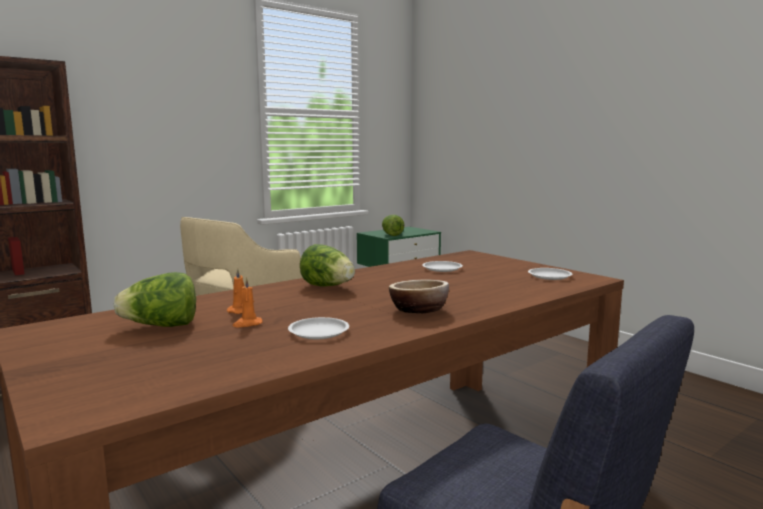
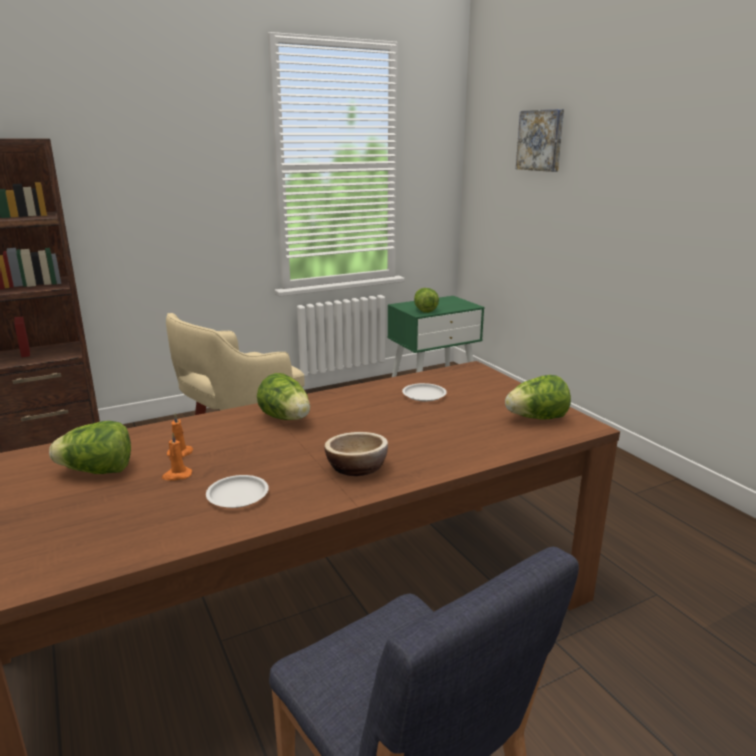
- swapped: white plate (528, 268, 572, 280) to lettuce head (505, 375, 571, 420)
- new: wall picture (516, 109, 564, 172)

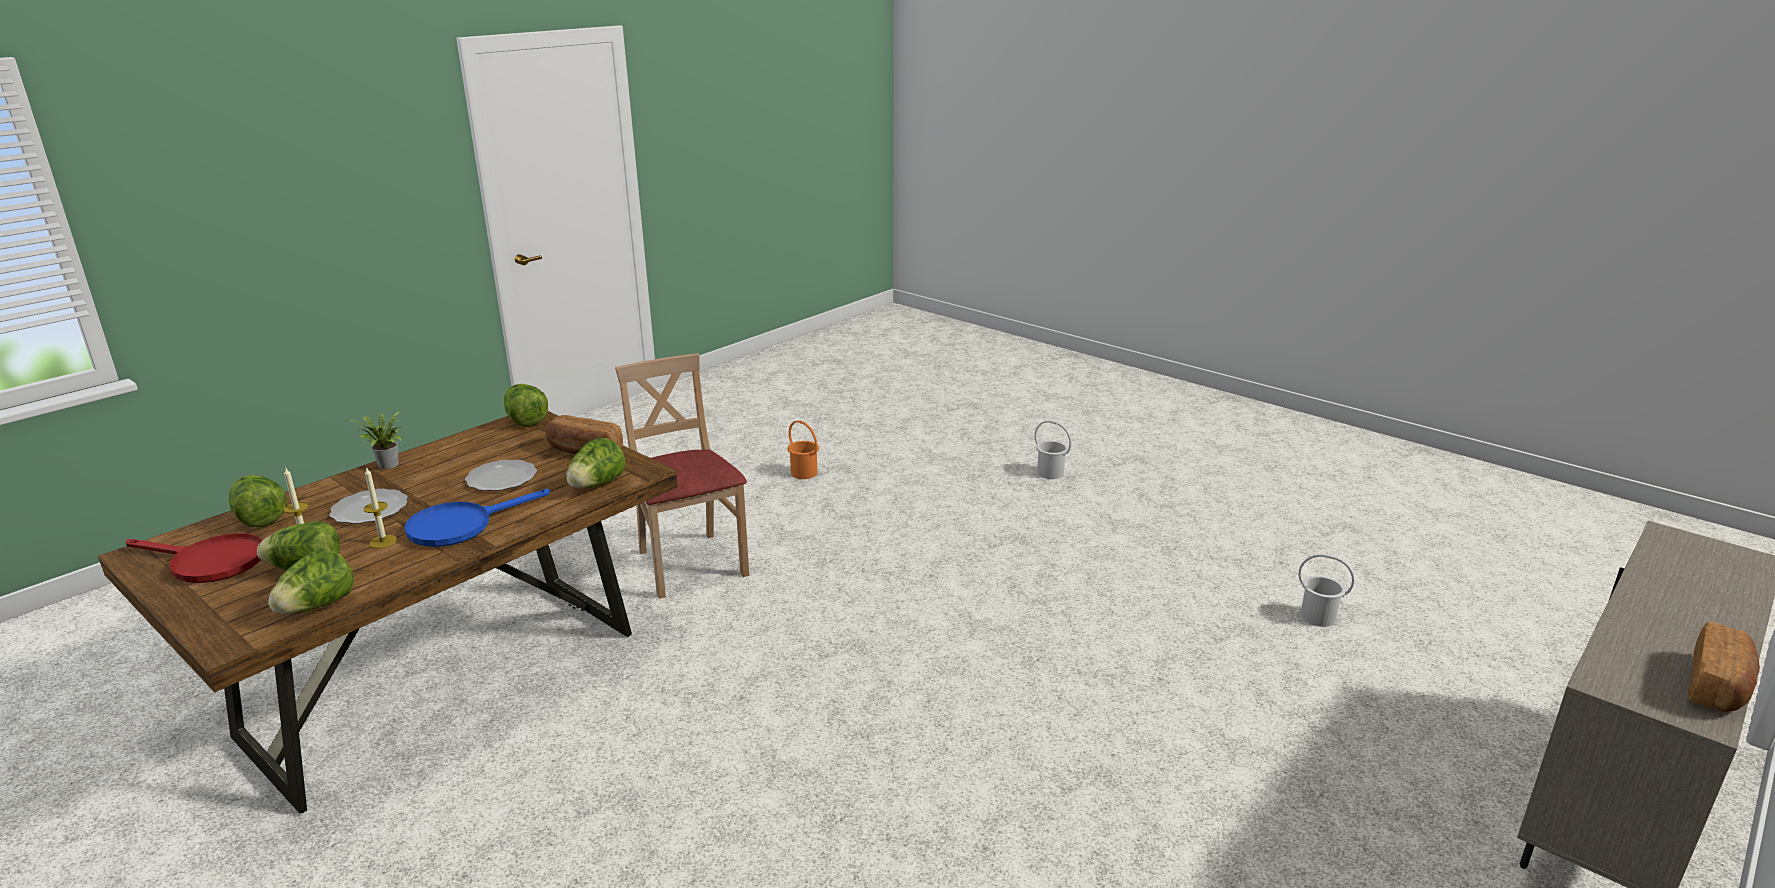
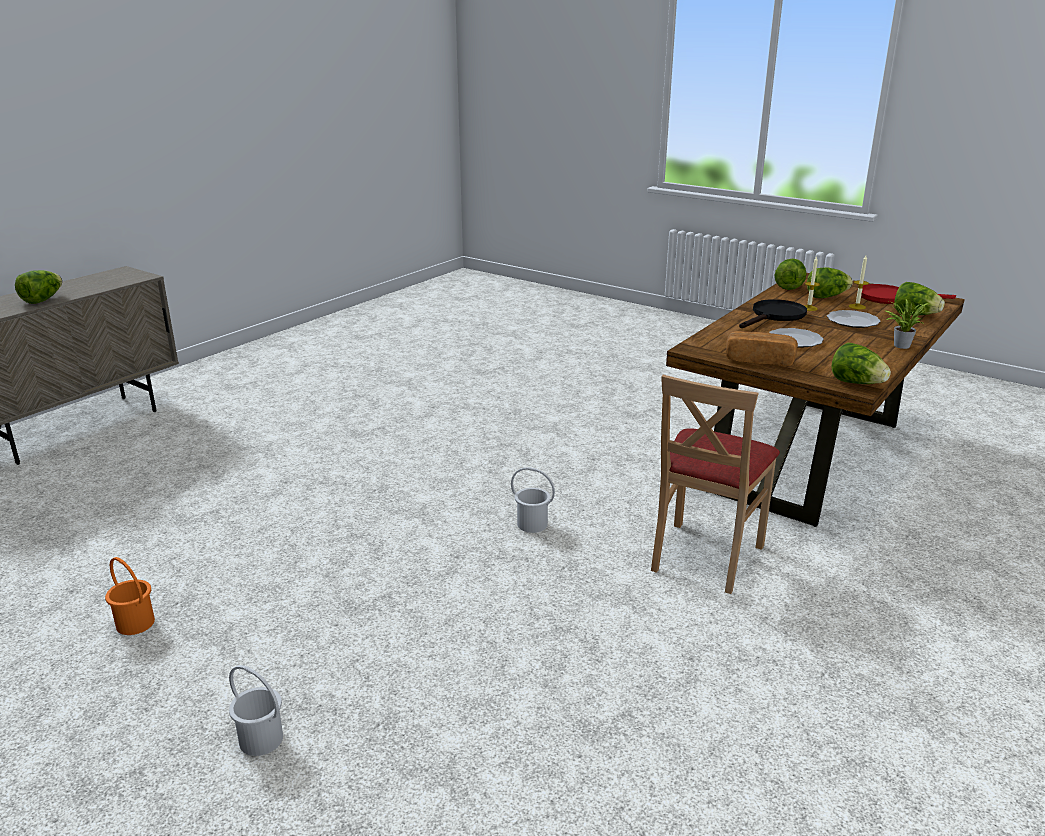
- rotated: beige-coloured plain chair (615, 353, 749, 599) = (651, 375, 780, 594) 60 degrees clockwise
- shifted: orangey bucket (788, 420, 819, 479) to (105, 557, 155, 635)
- shifted: lettuce head (566, 438, 625, 488) to (15, 270, 62, 304)
- repainted: blue-coloured pan (404, 489, 550, 547) to black-coloured pan (739, 299, 807, 328)
- shifted: white bucket (1298, 554, 1355, 627) to (511, 467, 555, 533)
- gone: bakery bread (1688, 622, 1760, 712)

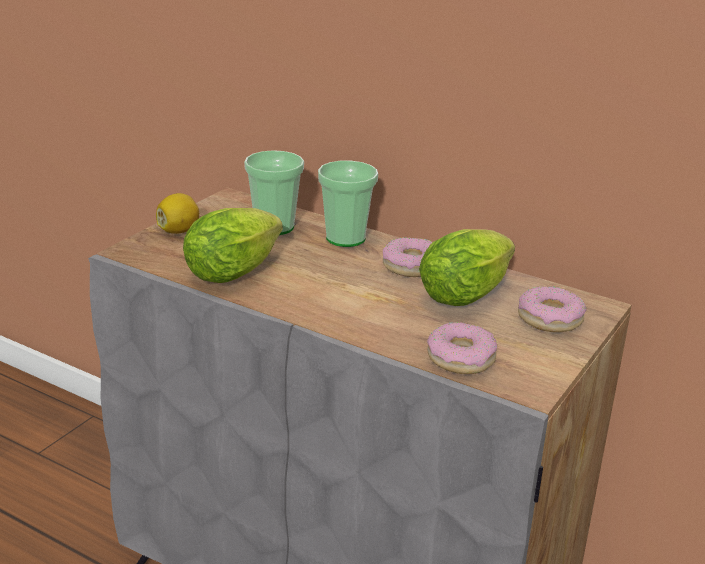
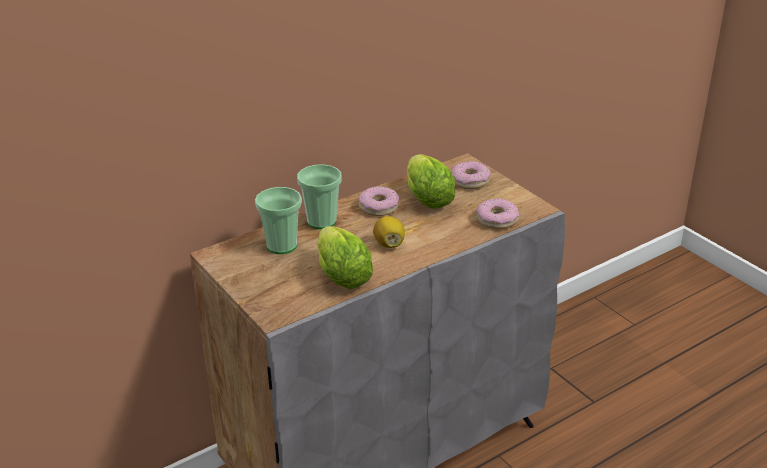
- shifted: lemon (156, 193, 199, 234) to (373, 216, 405, 248)

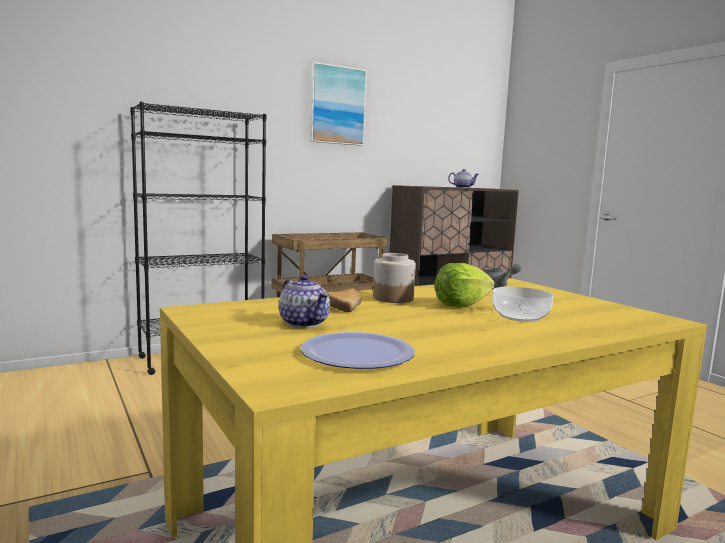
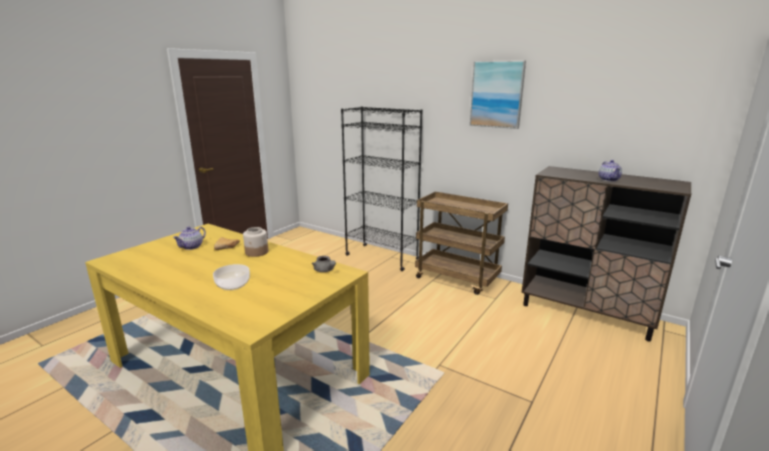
- gone: lettuce head (435, 263, 495, 307)
- gone: plate (300, 332, 415, 369)

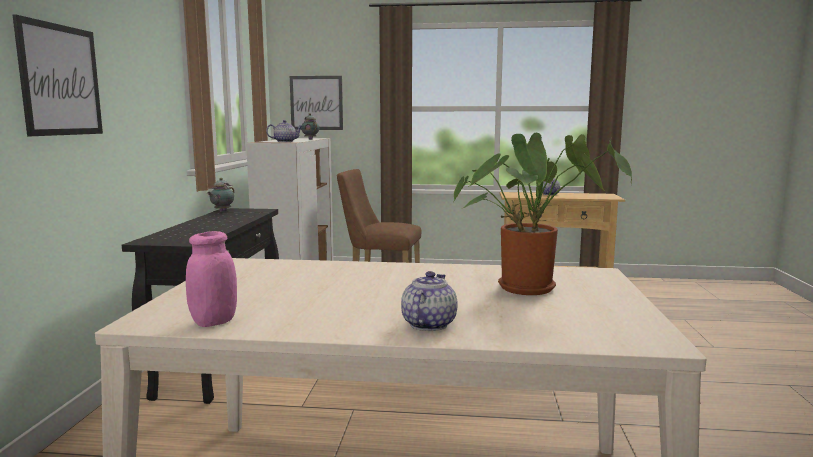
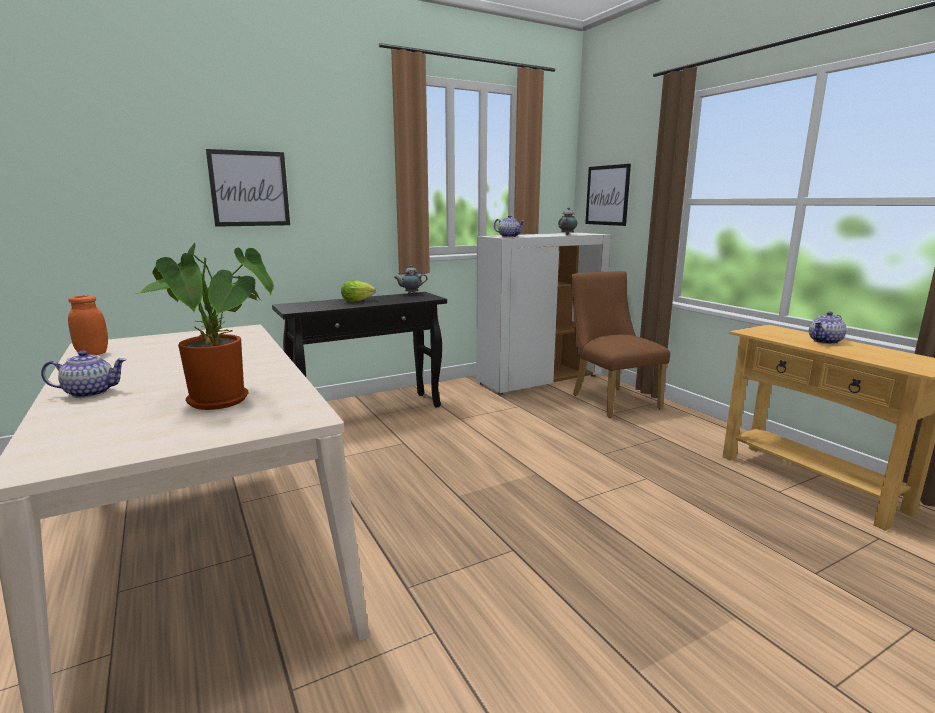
- repainted: pink storage jar (186, 231, 237, 327) to orangey storage jar (68, 295, 108, 355)
- new: lettuce head (341, 280, 376, 302)

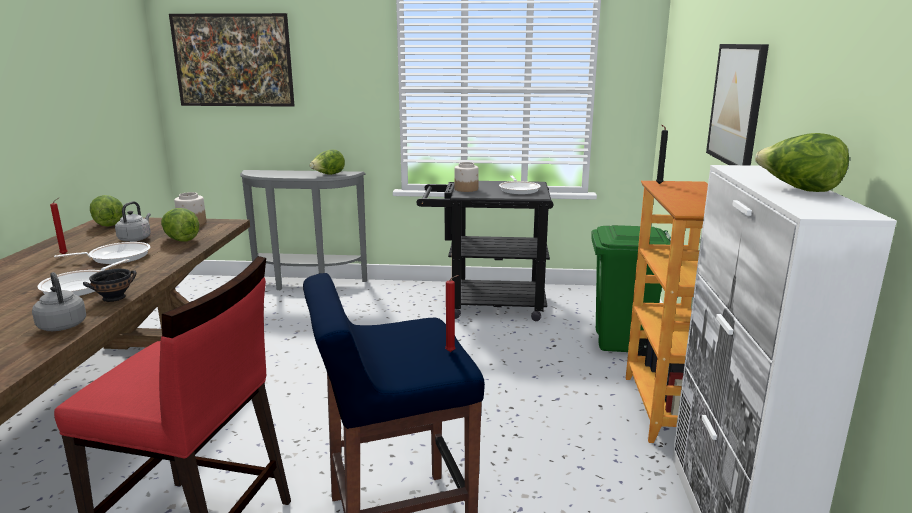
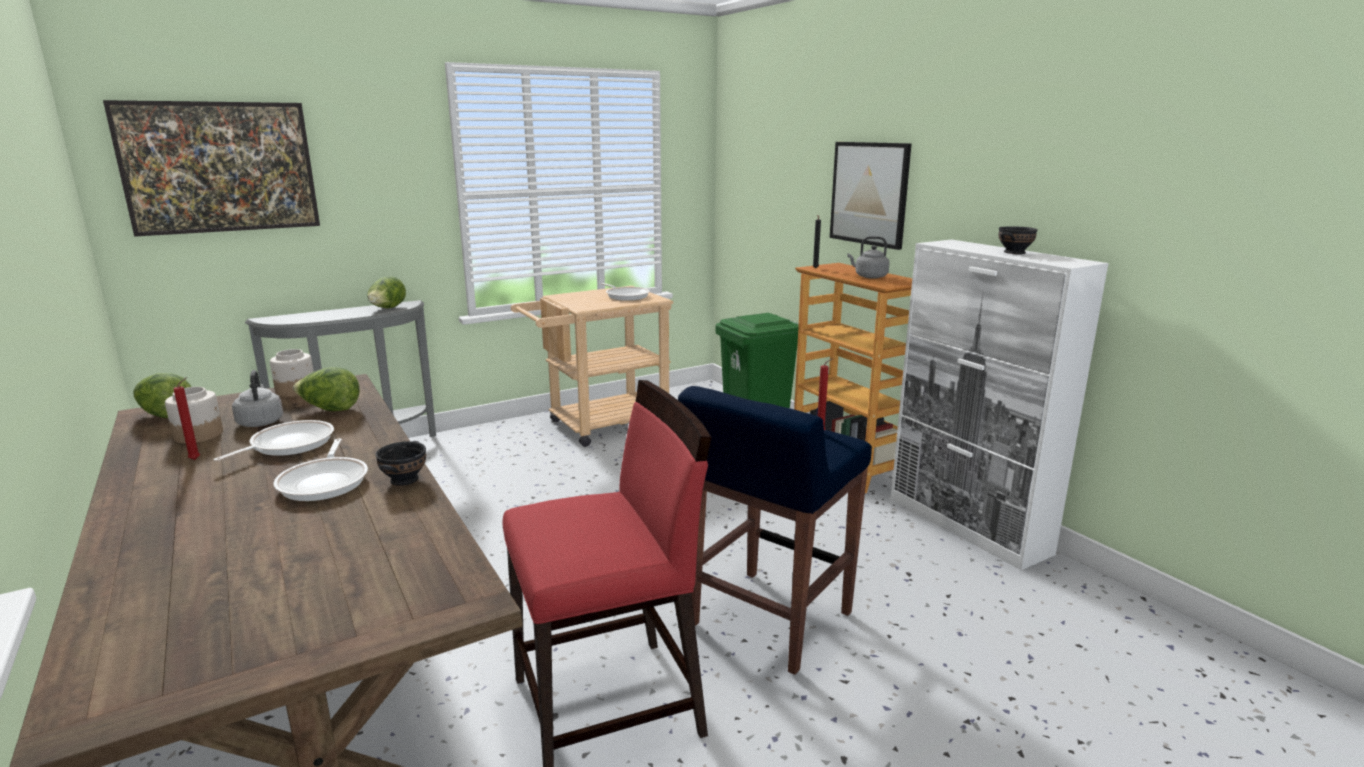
- swapped: lettuce head (755, 133, 849, 192) to black-coloured serving bowl (999, 226, 1038, 254)
- shifted: storage jar (454, 162, 479, 192) to (165, 387, 223, 443)
- repainted: black-coloured trolley (416, 181, 553, 321) to beige-coloured trolley (511, 286, 673, 447)
- shifted: greyish water kettle (32, 272, 86, 331) to (847, 236, 890, 279)

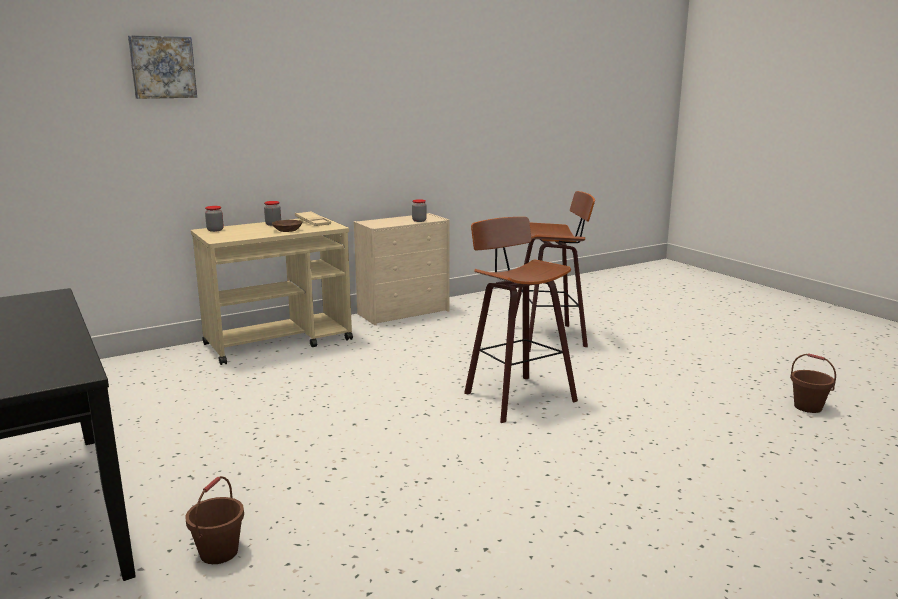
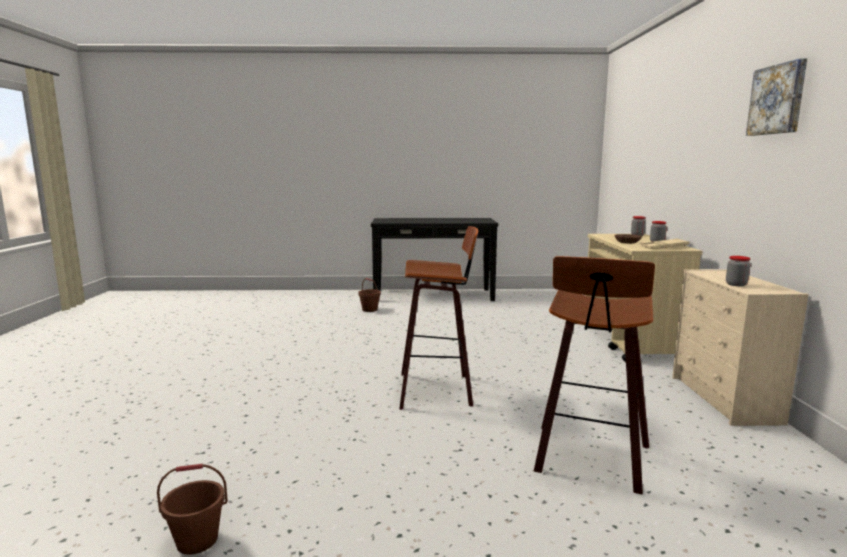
- shifted: wall picture (128, 35, 197, 99) to (746, 58, 807, 136)

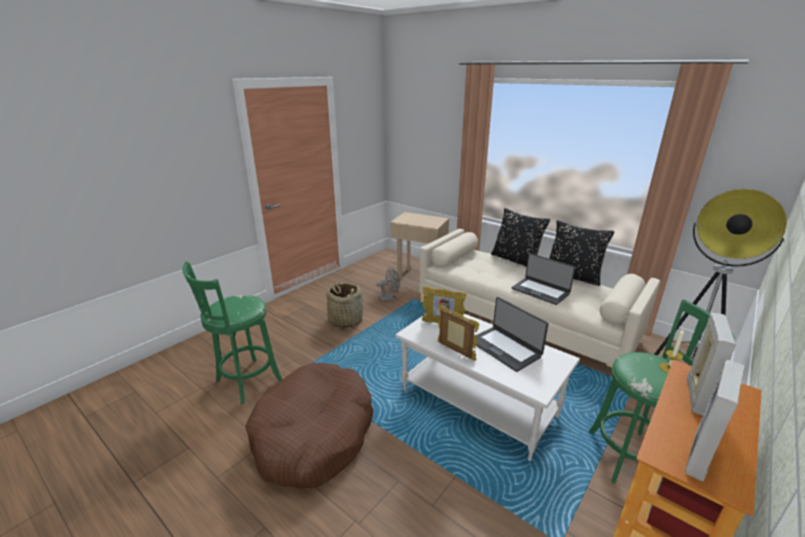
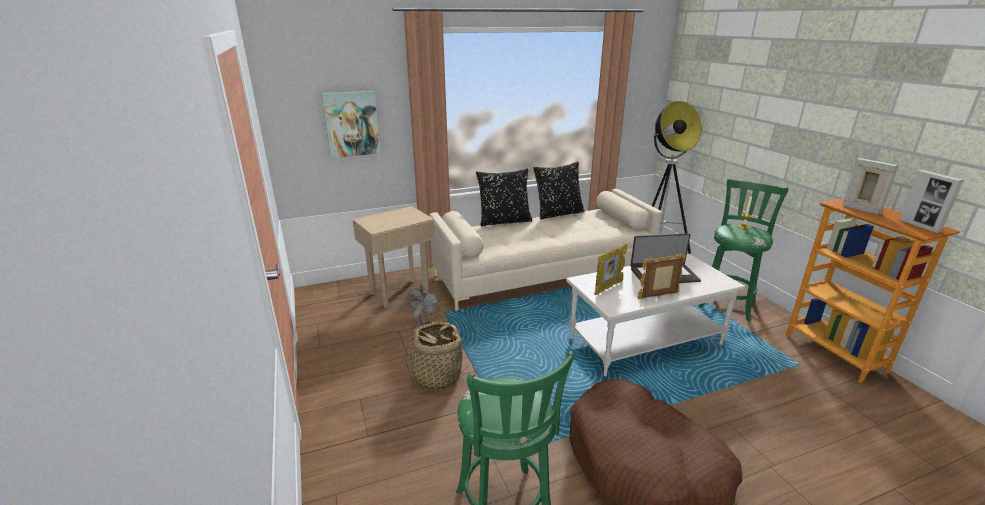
- gone: notebook computer (512, 253, 575, 305)
- new: wall picture (321, 91, 381, 158)

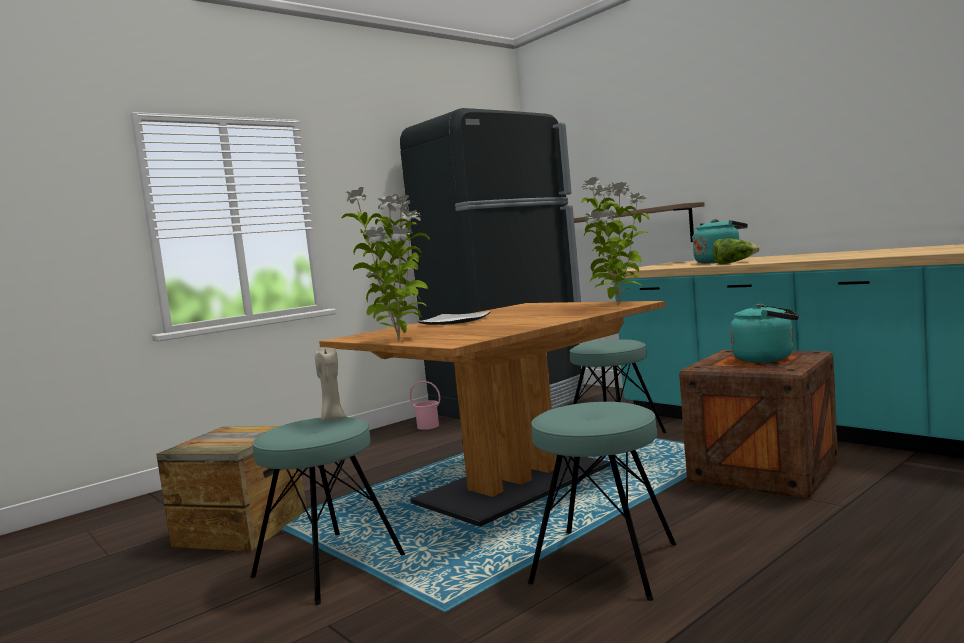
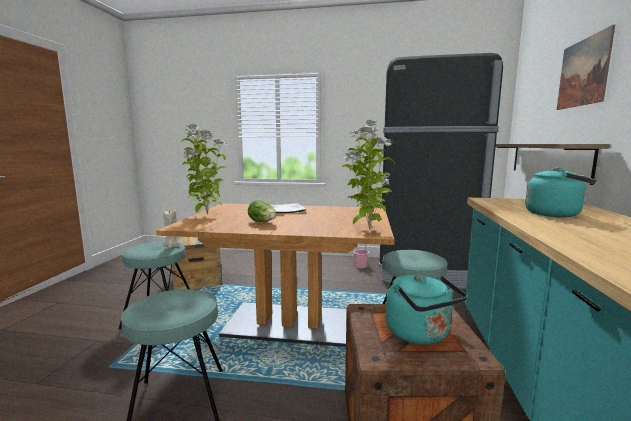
- shifted: lettuce head (713, 238, 760, 264) to (248, 200, 276, 222)
- new: wall picture (557, 25, 615, 110)

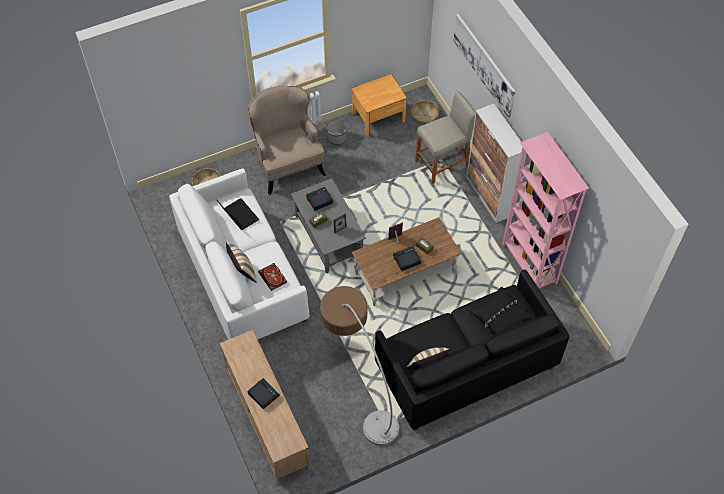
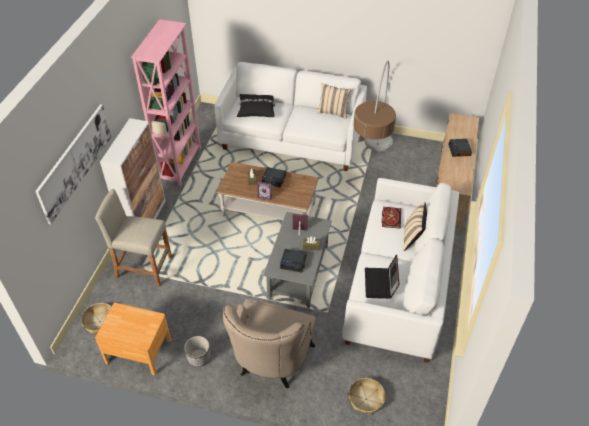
- repainted: black-coloured sofa (375, 270, 570, 431) to white sofa (214, 62, 367, 171)

